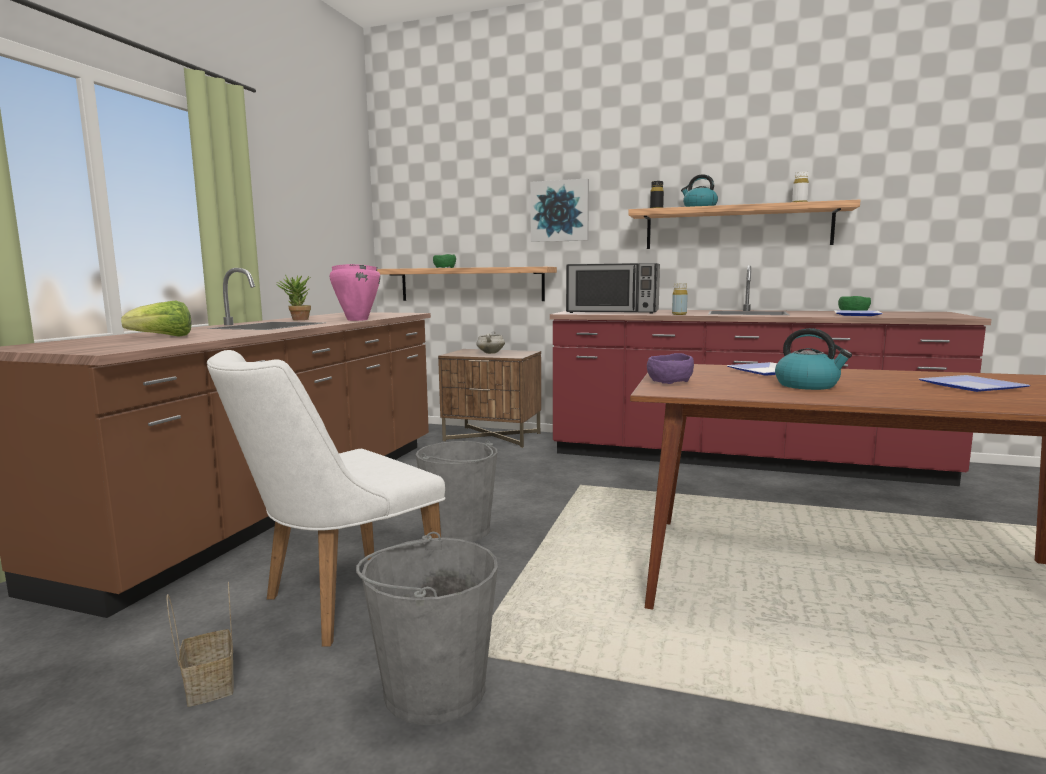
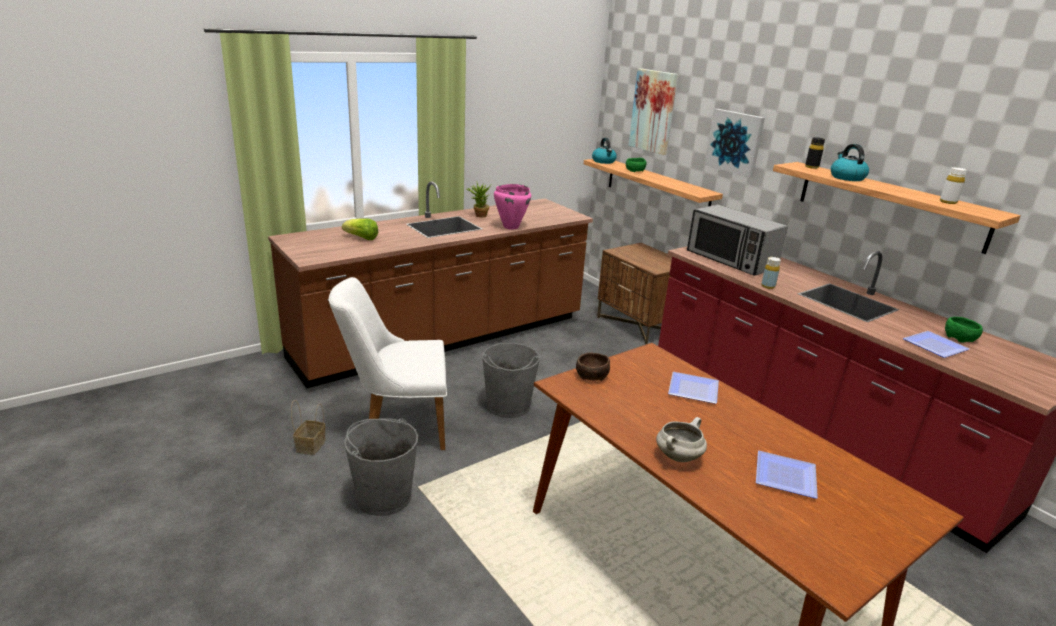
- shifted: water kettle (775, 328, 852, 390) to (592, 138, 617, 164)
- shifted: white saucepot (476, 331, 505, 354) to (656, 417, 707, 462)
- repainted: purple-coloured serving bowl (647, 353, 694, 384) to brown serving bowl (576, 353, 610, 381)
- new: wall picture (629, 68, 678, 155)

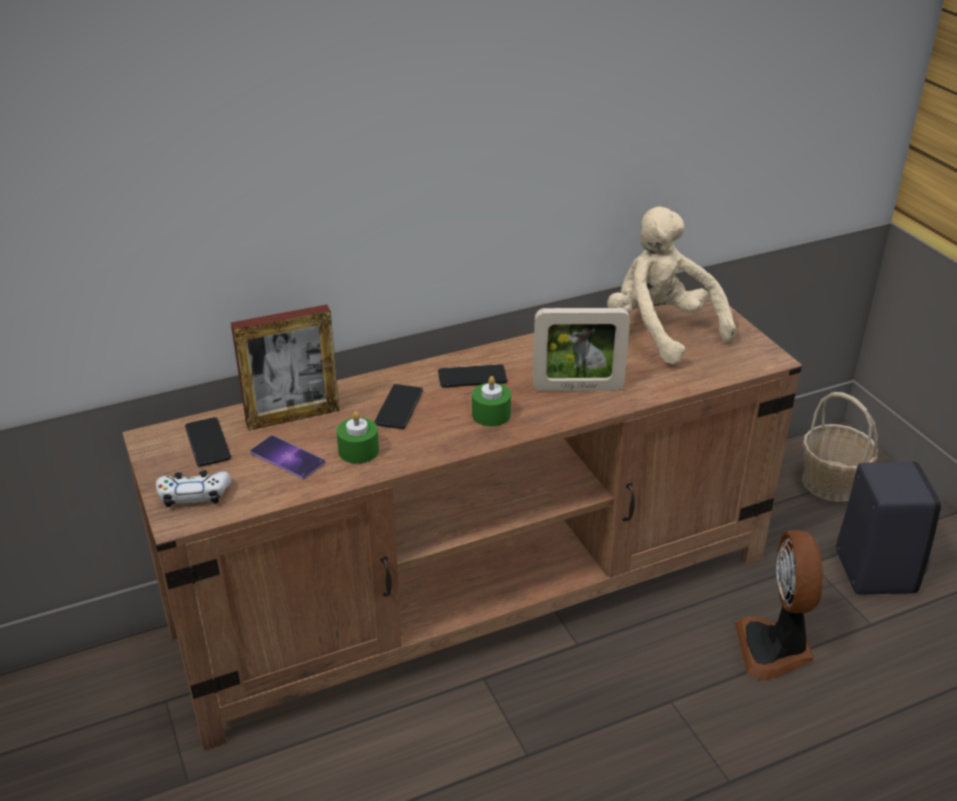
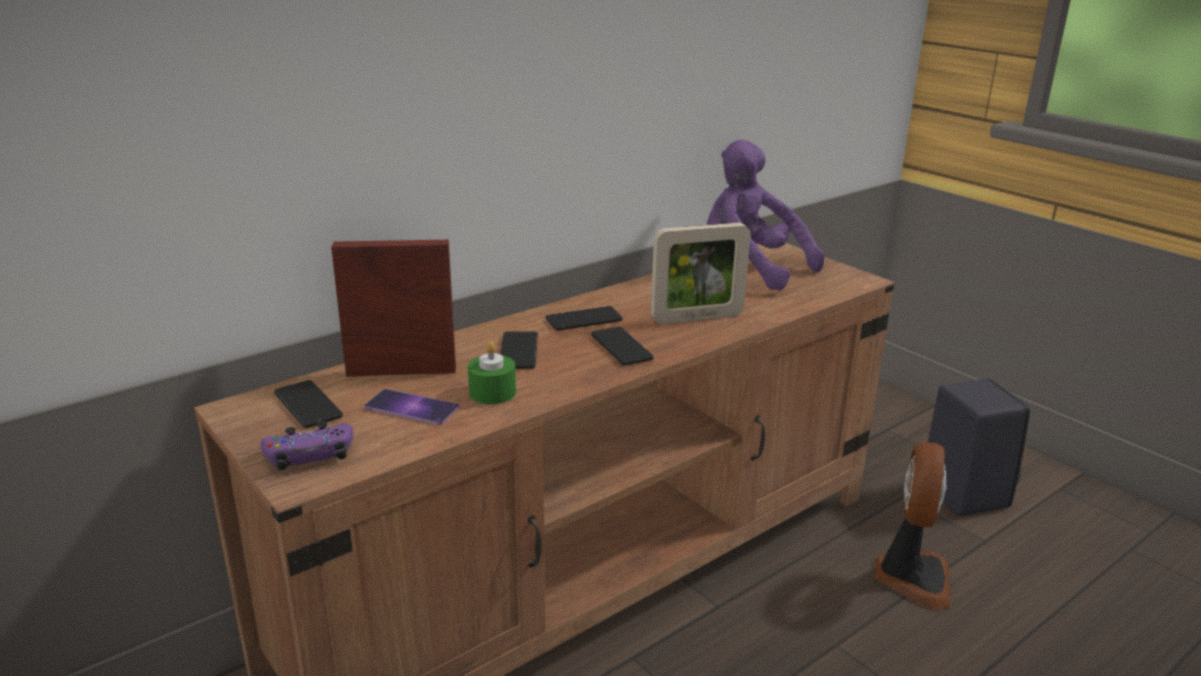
- repainted: beige-coloured plush toy (607, 206, 736, 365) to purple-coloured plush toy (707, 139, 825, 291)
- rotated: photo frame (231, 304, 340, 430) = (331, 240, 456, 377) 150 degrees counterclockwise
- swapped: greenish wax candle (472, 376, 511, 426) to phone (591, 327, 654, 365)
- gone: household basket (802, 392, 878, 502)
- repainted: white gamepad (156, 470, 231, 507) to purple-coloured gamepad (260, 421, 353, 470)
- rotated: fan (735, 530, 823, 680) = (875, 442, 951, 610) 150 degrees counterclockwise

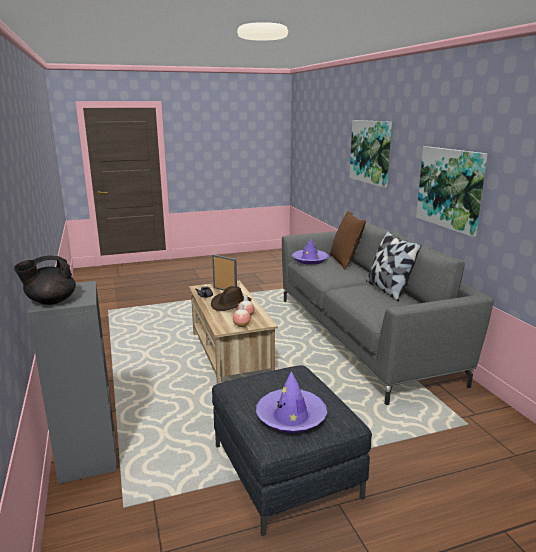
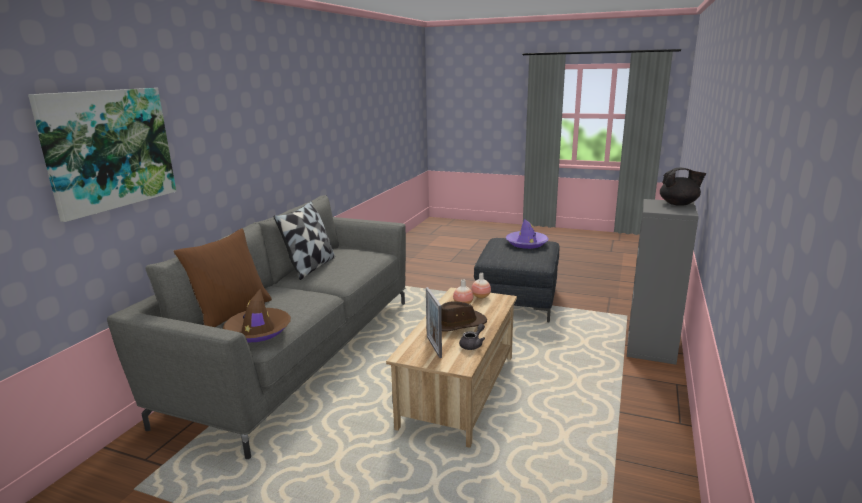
- gone: wall picture (416, 146, 487, 237)
- repainted: purple-coloured wearable hat (292, 239, 329, 265) to brown wearable hat (223, 288, 291, 342)

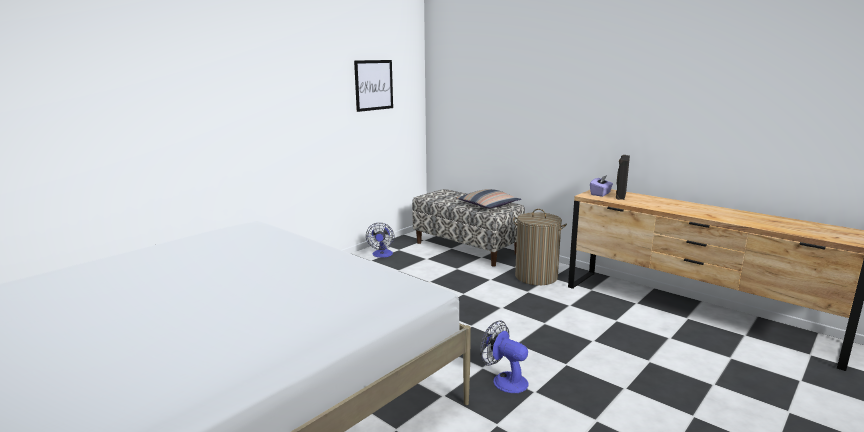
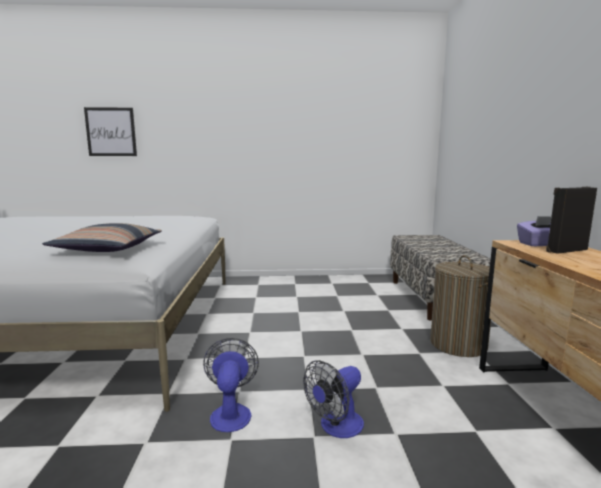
- shifted: wall picture (354, 60, 393, 112) to (84, 107, 137, 156)
- shifted: throw pillow (456, 189, 521, 208) to (42, 223, 162, 252)
- shifted: fan (366, 223, 395, 258) to (303, 360, 364, 438)

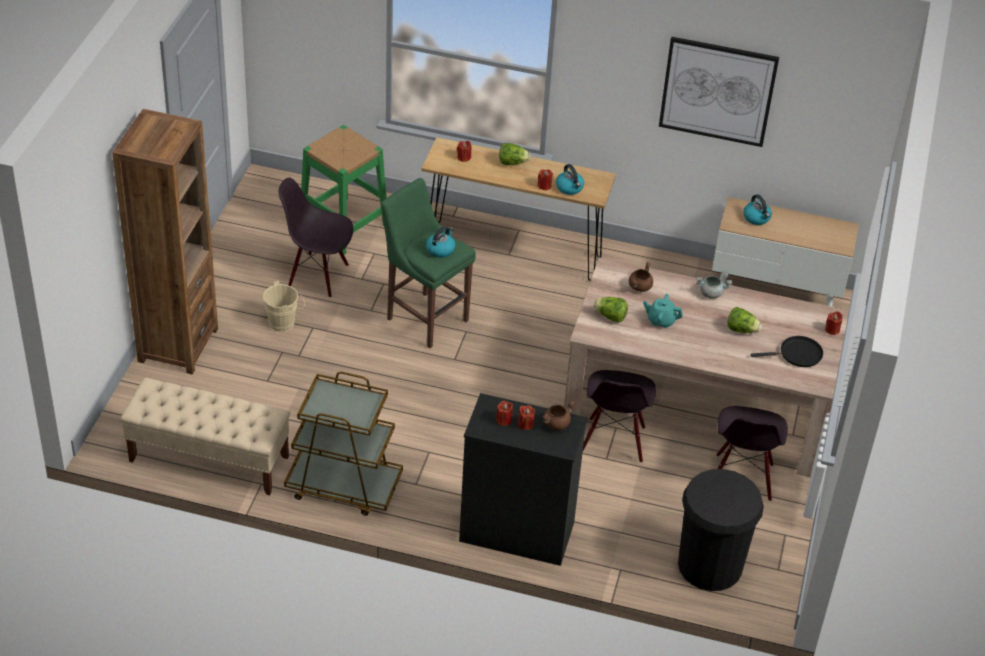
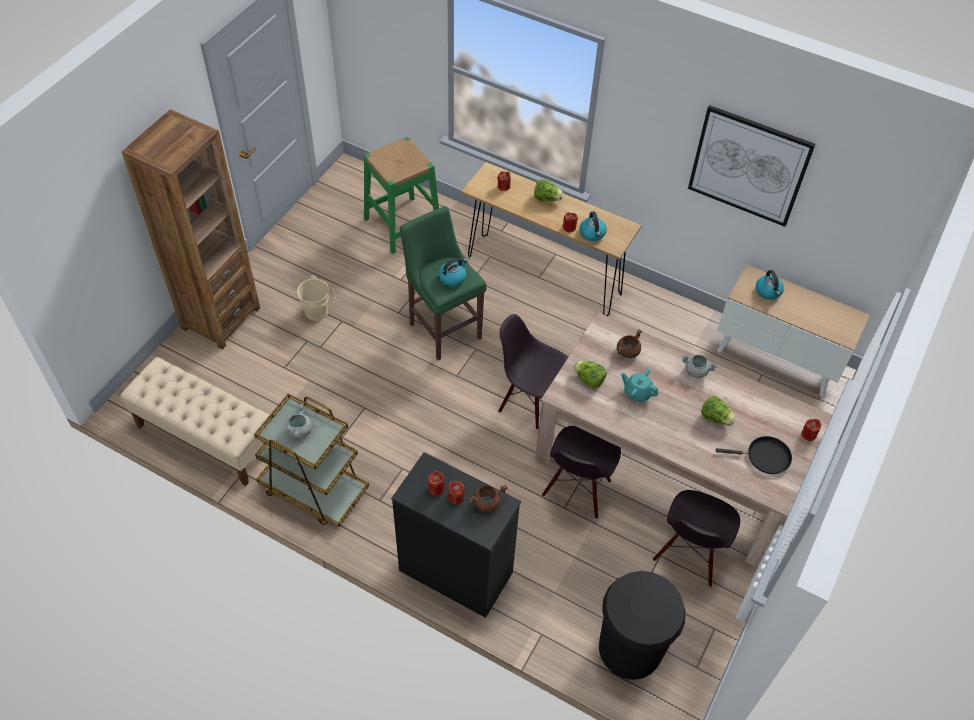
- shifted: black-coloured plain chair (278, 178, 353, 298) to (498, 314, 568, 430)
- new: greyish saucepot (286, 404, 312, 438)

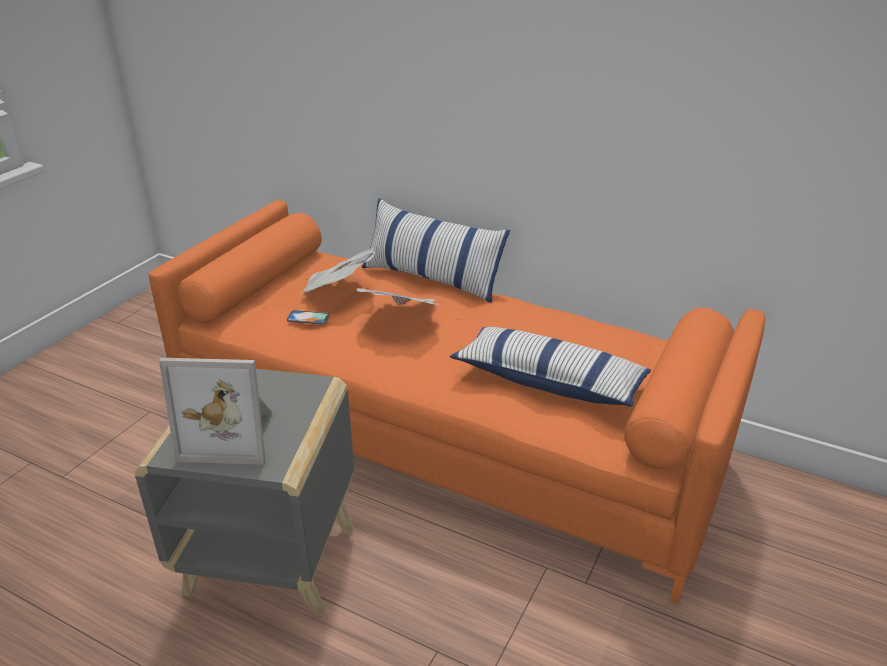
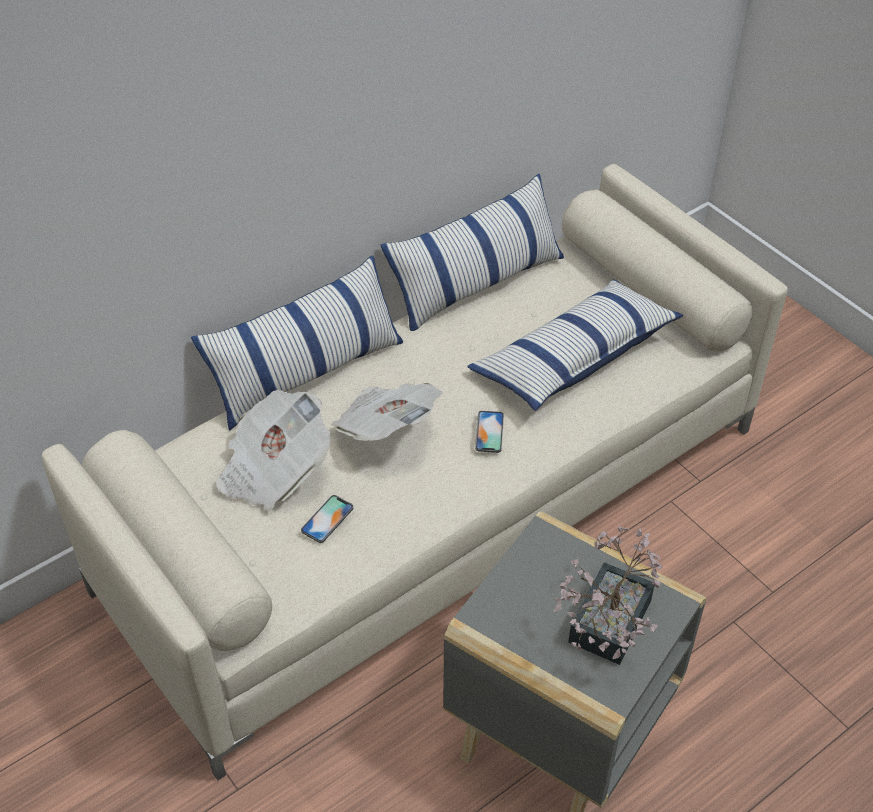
- repainted: orangey sofa (148, 200, 765, 604) to beige-coloured sofa (42, 164, 788, 781)
- swapped: photo frame (159, 358, 272, 465) to plant in a pot (554, 527, 662, 665)
- new: throw pillow (381, 174, 564, 331)
- new: phone (475, 411, 504, 453)

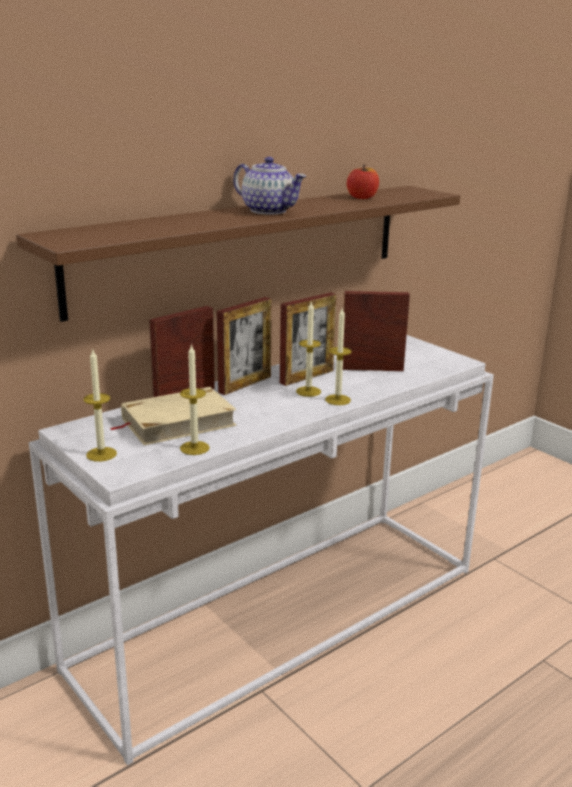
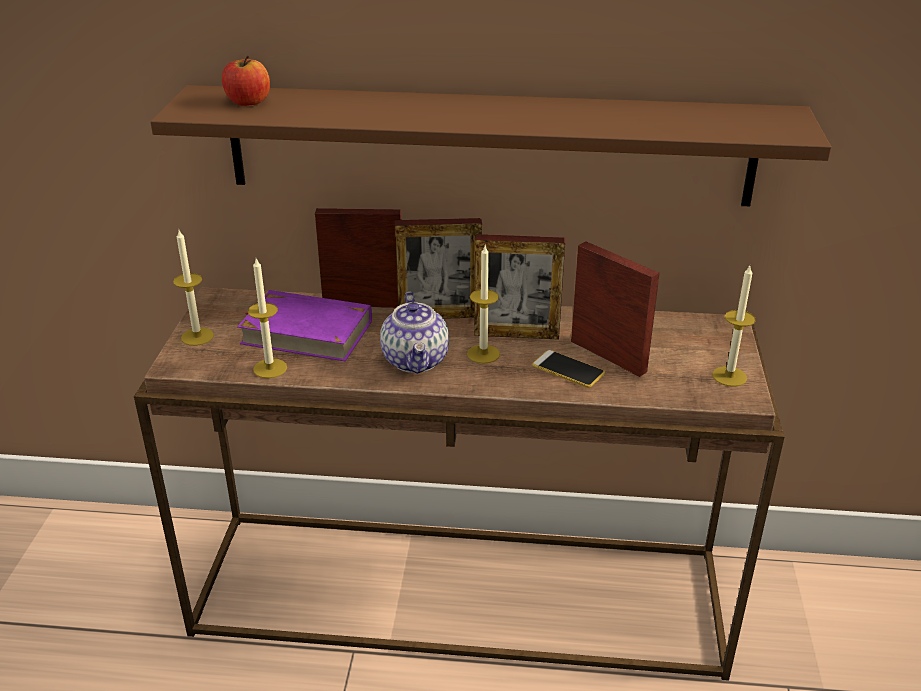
- shifted: pot for tea (233, 157, 306, 214) to (380, 292, 449, 374)
- shifted: whole apple (347, 164, 379, 199) to (222, 56, 270, 106)
- shifted: wax candle (325, 307, 351, 405) to (712, 266, 756, 387)
- repainted: white console table (29, 335, 494, 765) to brown console table (134, 288, 785, 681)
- repainted: beige-coloured volume (111, 387, 236, 445) to purple-coloured volume (237, 290, 372, 361)
- new: phone (532, 350, 605, 388)

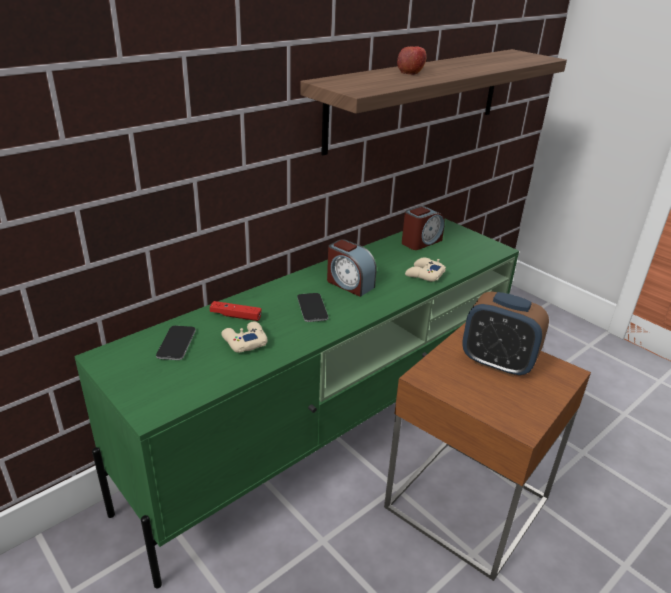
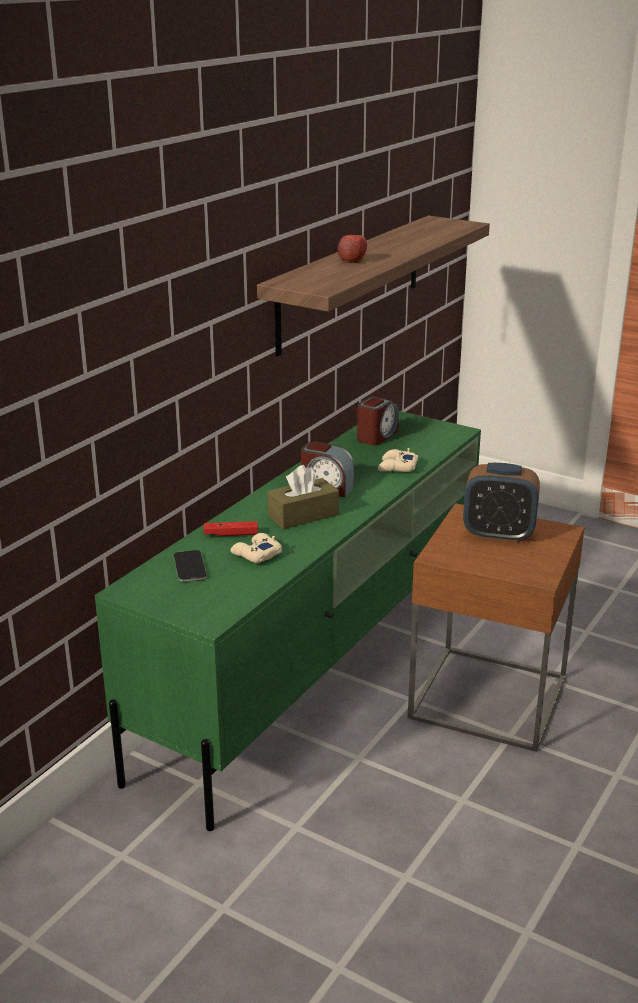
- swapped: phone (297, 293, 329, 322) to brown tissue holder (267, 465, 339, 529)

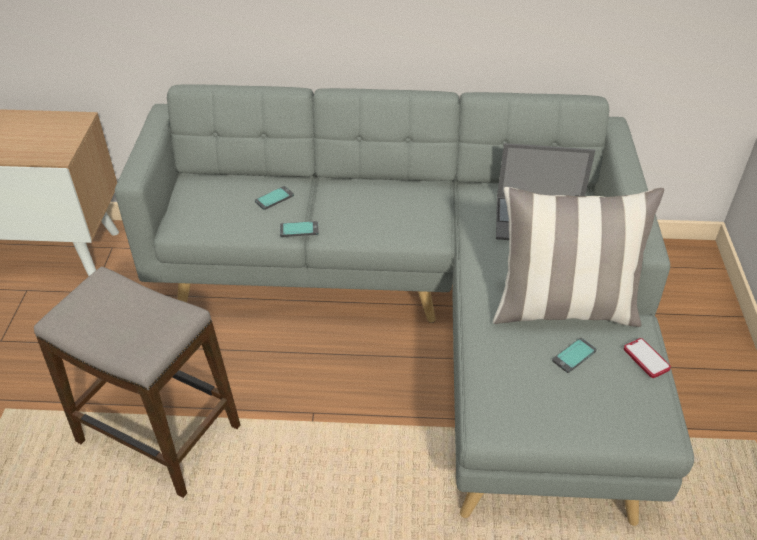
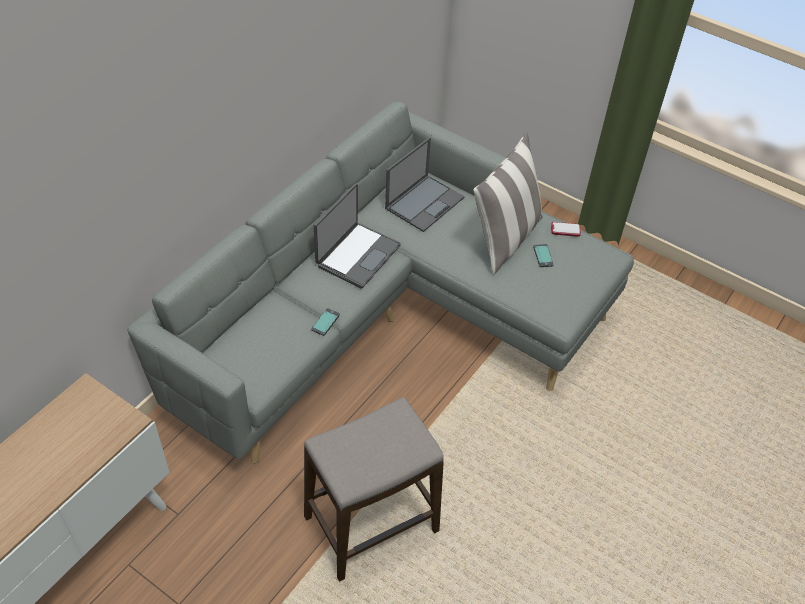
- gone: phone (255, 186, 294, 210)
- new: notebook computer (314, 183, 401, 289)

